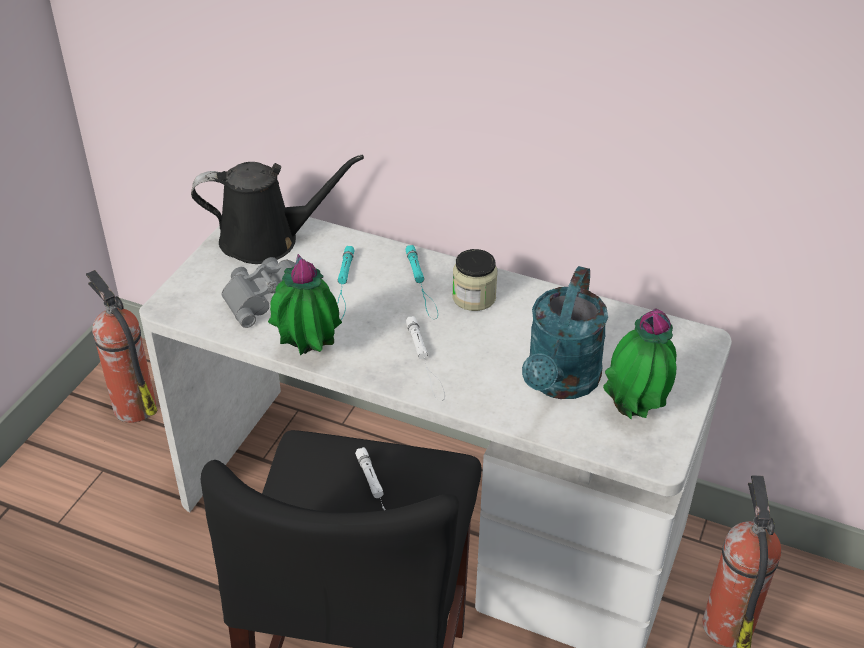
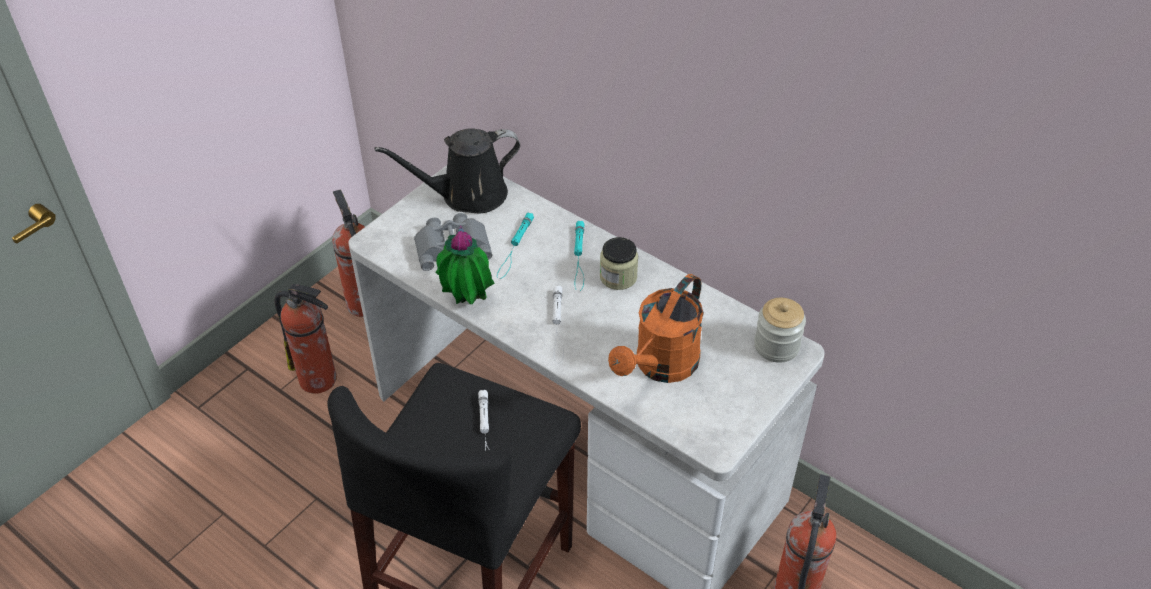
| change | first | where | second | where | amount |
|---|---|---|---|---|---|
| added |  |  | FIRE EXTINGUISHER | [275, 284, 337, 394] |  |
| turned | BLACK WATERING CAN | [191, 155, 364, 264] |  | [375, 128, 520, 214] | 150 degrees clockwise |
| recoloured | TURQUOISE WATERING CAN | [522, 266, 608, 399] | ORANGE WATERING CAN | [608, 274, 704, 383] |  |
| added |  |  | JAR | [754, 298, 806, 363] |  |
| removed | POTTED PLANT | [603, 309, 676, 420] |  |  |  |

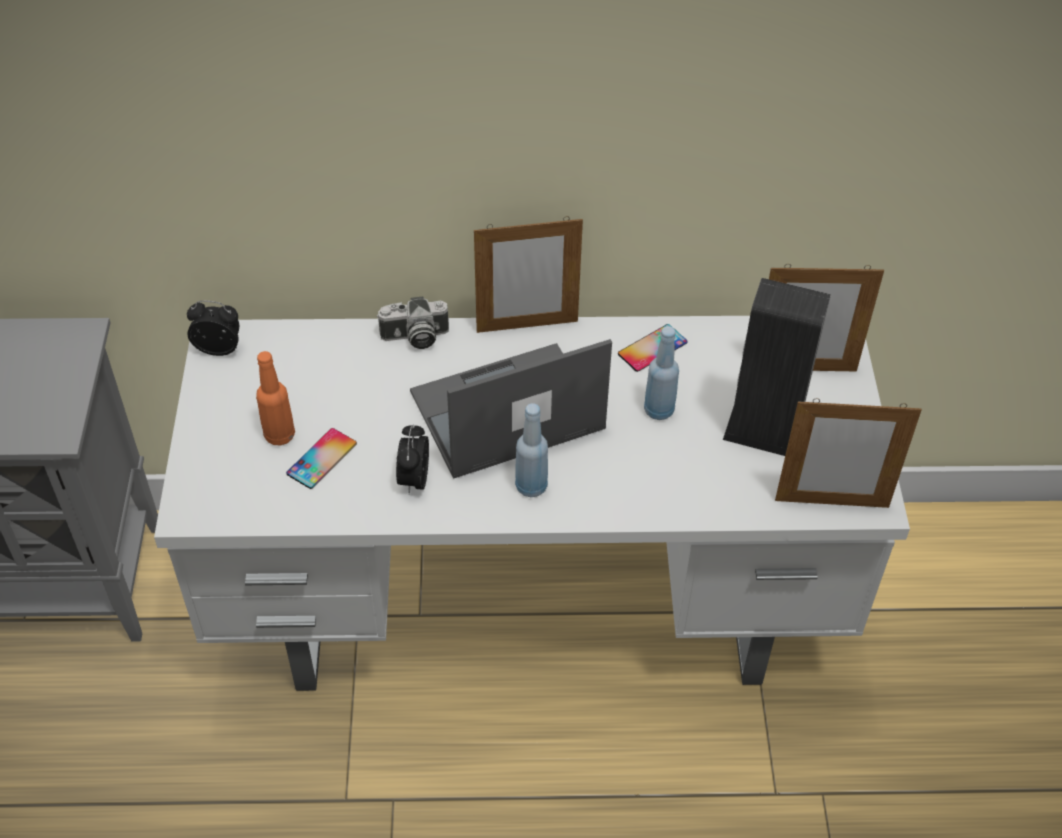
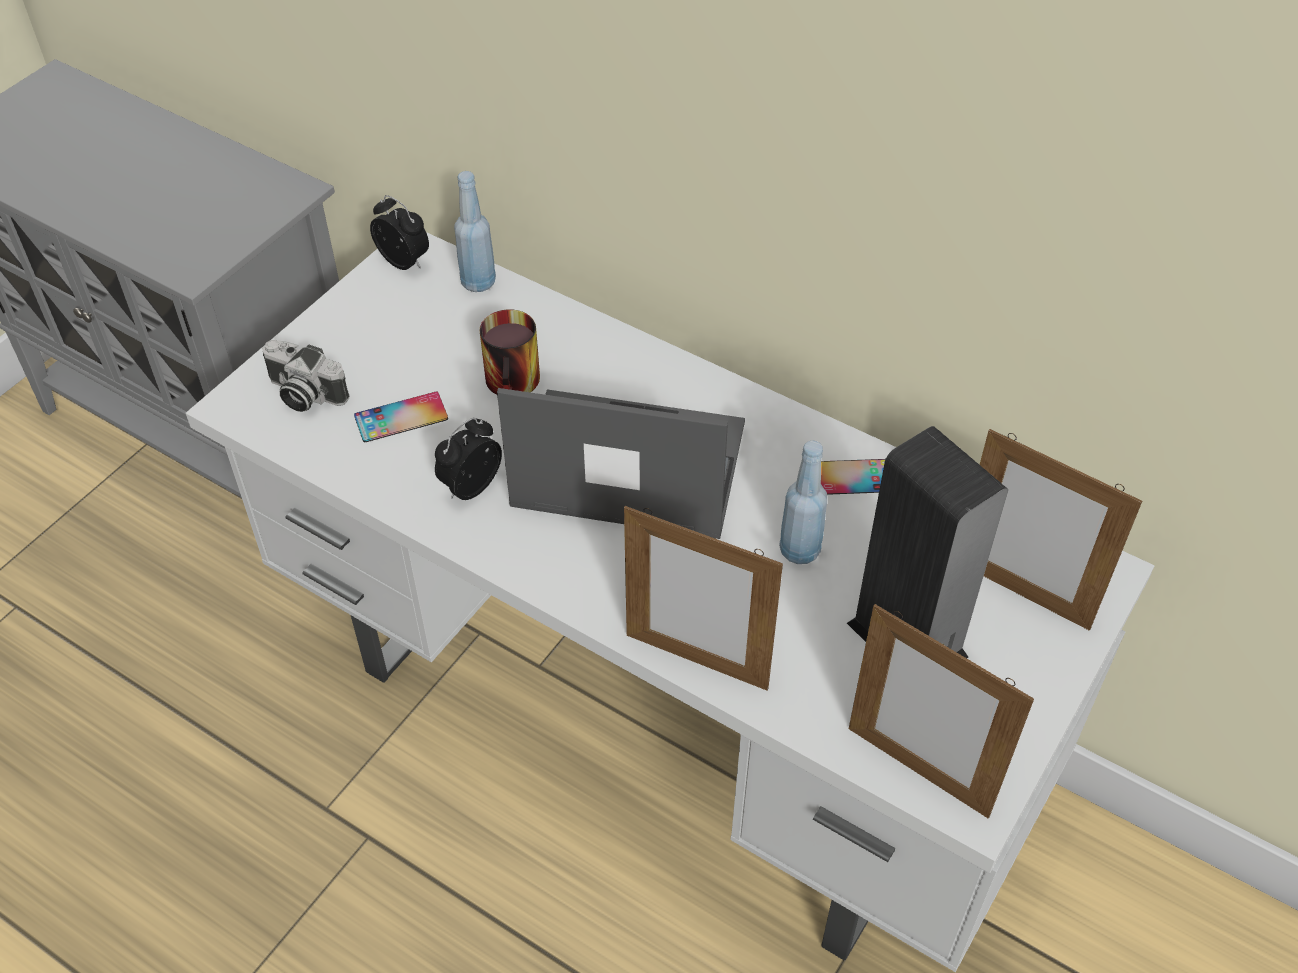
| change | first | where | second | where | amount |
|---|---|---|---|---|---|
| moved | PHOTO CAMERA | [377, 296, 449, 349] |  | [262, 340, 349, 412] |  |
| moved | BLUE BOTTLE | [515, 403, 548, 497] |  | [454, 171, 496, 292] |  |
| added |  |  | MUG | [479, 309, 540, 395] |  |
| moved | PICTURE FRAME | [474, 216, 583, 333] |  | [624, 506, 783, 691] |  |
| removed | ORANGE BOTTLE | [256, 351, 295, 445] |  |  |  |

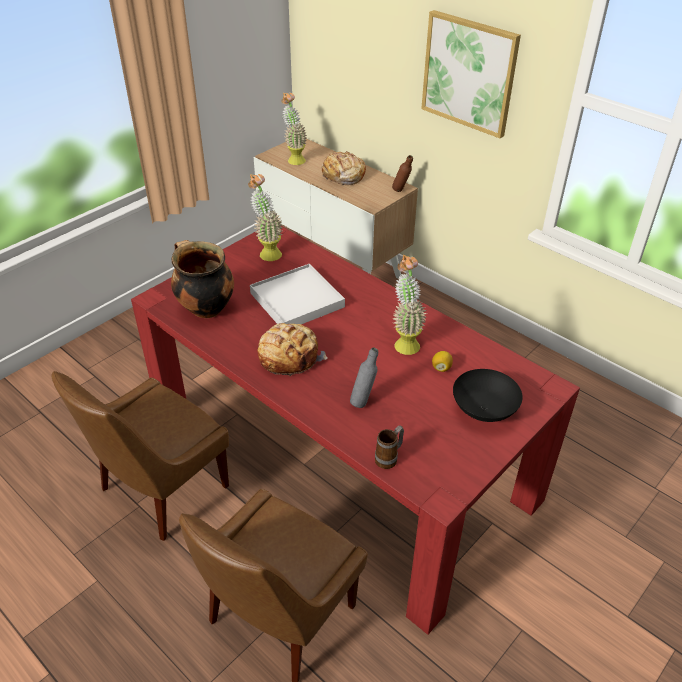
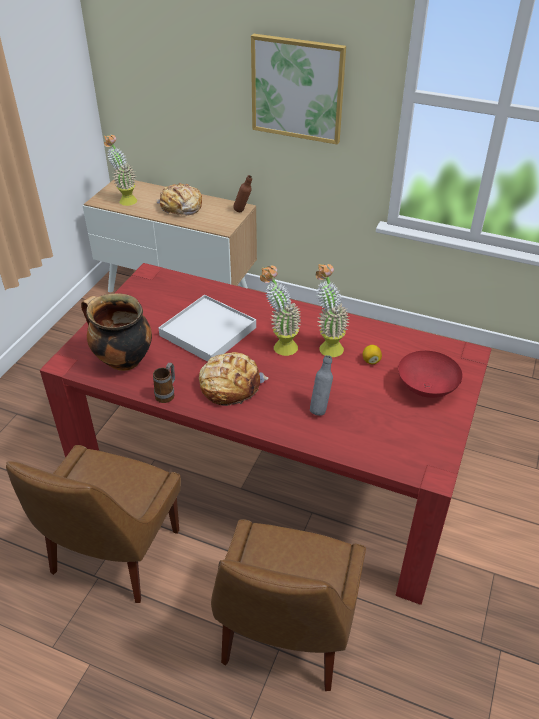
| change | first | where | second | where | amount |
|---|---|---|---|---|---|
| moved | MUG | [375, 426, 404, 469] |  | [153, 363, 175, 403] |  |
| moved | POTTED PLANT | [248, 174, 283, 261] |  | [260, 266, 301, 356] |  |
| recoloured | BLACK BOWL | [453, 369, 523, 422] | RED BOWL | [398, 350, 463, 398] |  |

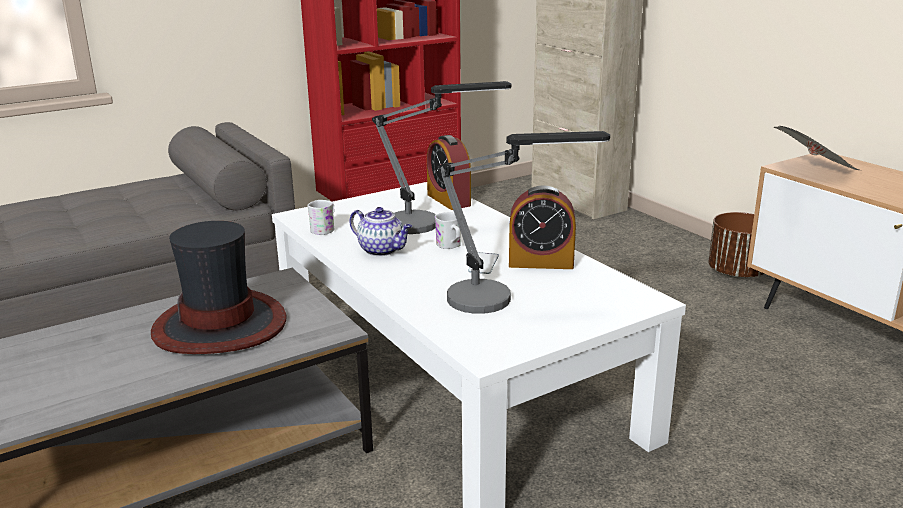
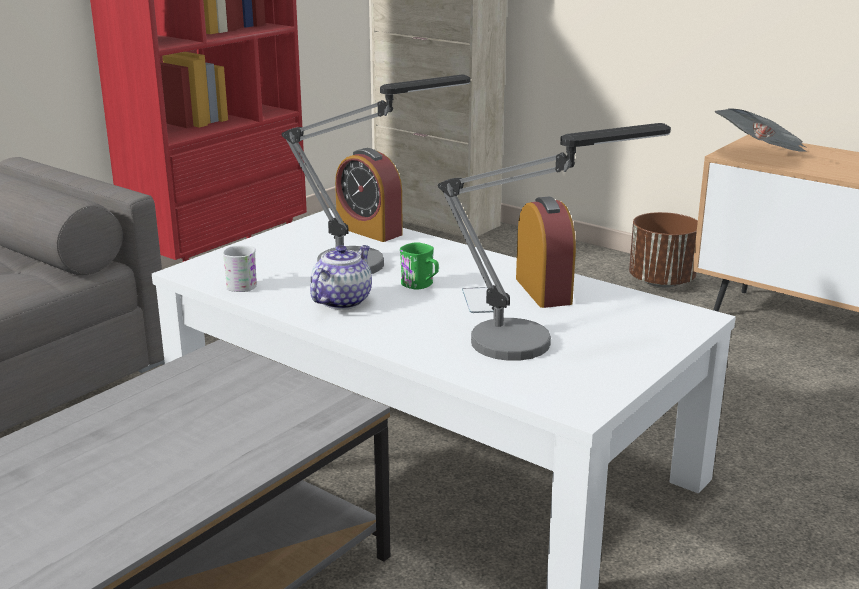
| change | first | where | second | where | amount |
|---|---|---|---|---|---|
| turned | TEAPOT | [349, 207, 412, 256] |  | [310, 245, 372, 310] | 75 degrees counterclockwise |
| recoloured | WHITE MUG | [435, 212, 461, 249] | GREEN MUG | [400, 242, 439, 290] |  |
| turned | ALARM CLOCK | [509, 185, 576, 269] |  | [516, 197, 576, 308] | 90 degrees counterclockwise |
| removed | HAT | [151, 221, 286, 354] |  |  |  |

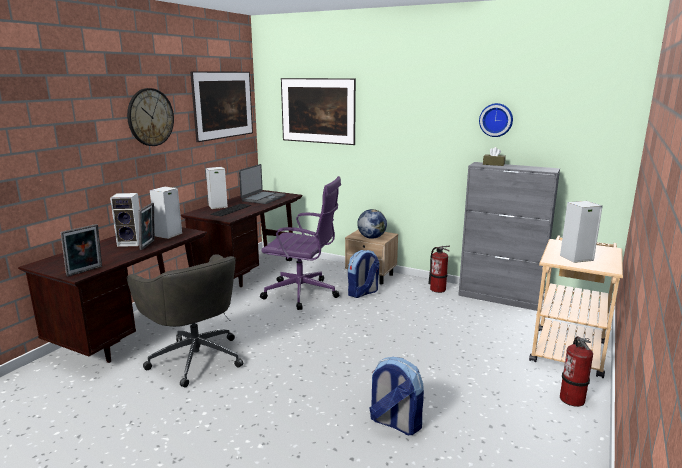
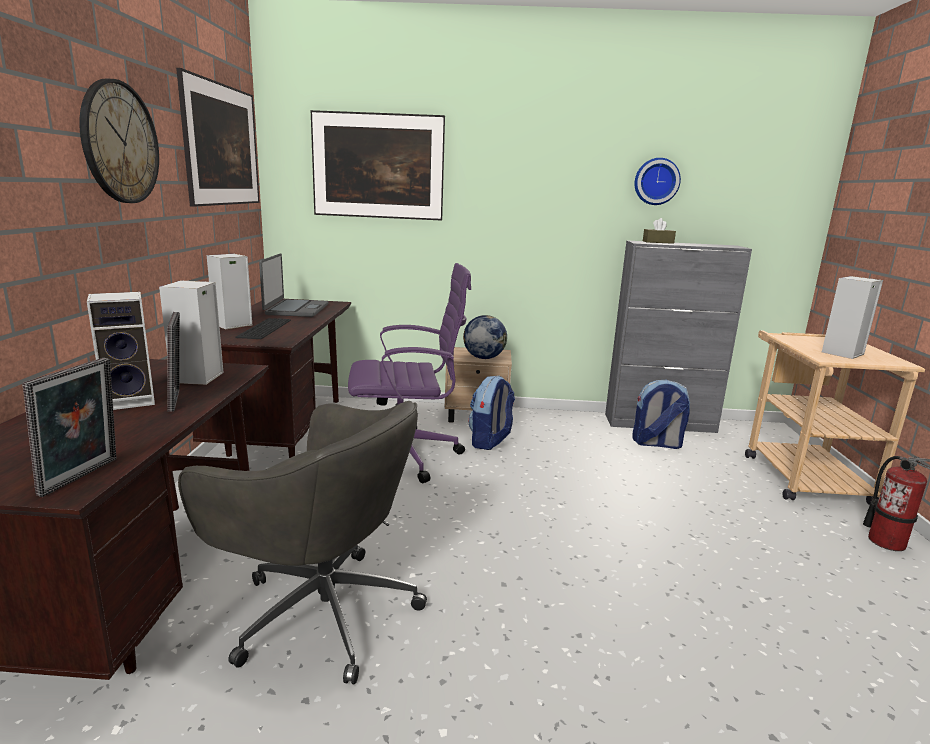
| change | first | where | second | where | amount |
|---|---|---|---|---|---|
| moved | BACKPACK | [369, 357, 424, 435] |  | [632, 380, 690, 449] |  |
| removed | FIRE EXTINGUISHER | [428, 246, 450, 293] |  |  |  |

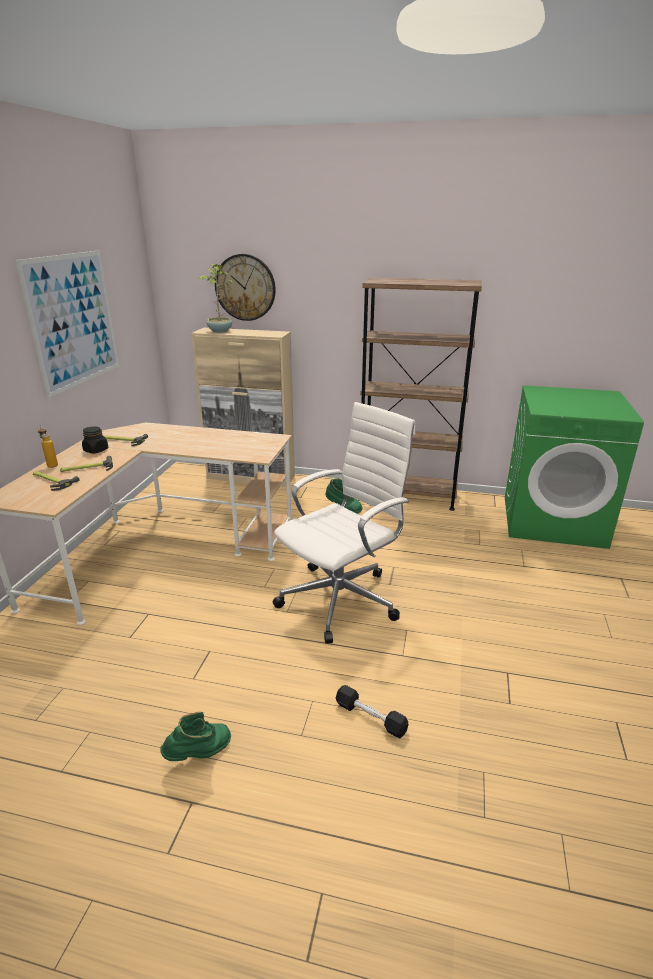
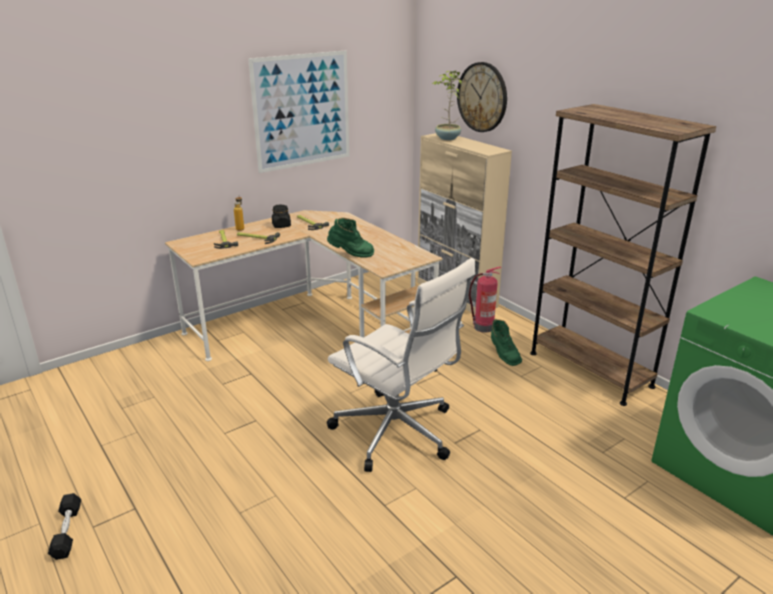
| change | first | where | second | where | amount |
|---|---|---|---|---|---|
| moved | BLACK DUMBBELL | [336, 685, 409, 738] |  | [48, 493, 81, 560] |  |
| moved | GREEN BOOT | [160, 711, 231, 761] |  | [327, 218, 374, 258] |  |
| turned | WHITE OFFICE CHAIR | [273, 402, 415, 644] |  | [327, 258, 476, 472] | 45 degrees clockwise |
| added |  |  | FIRE EXTINGUISHER | [469, 267, 501, 333] |  |

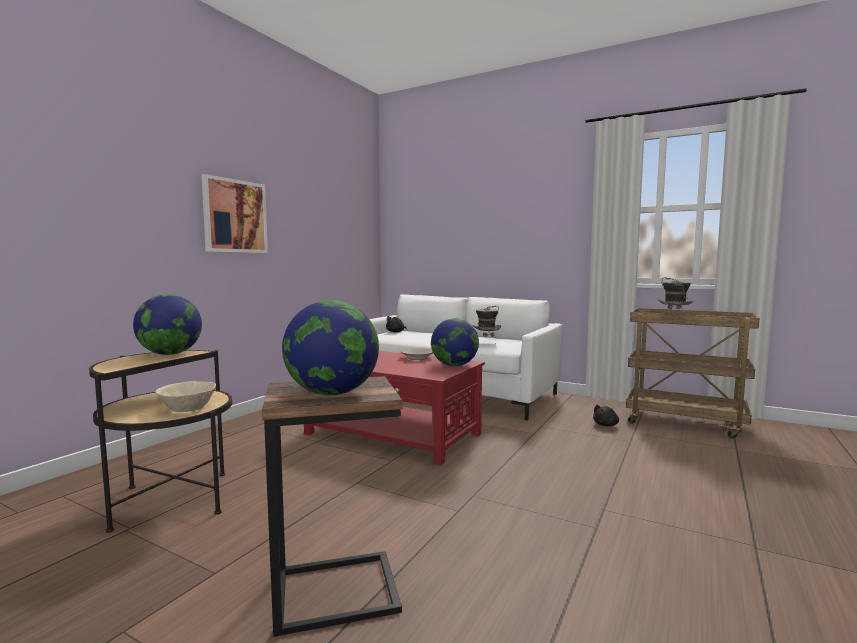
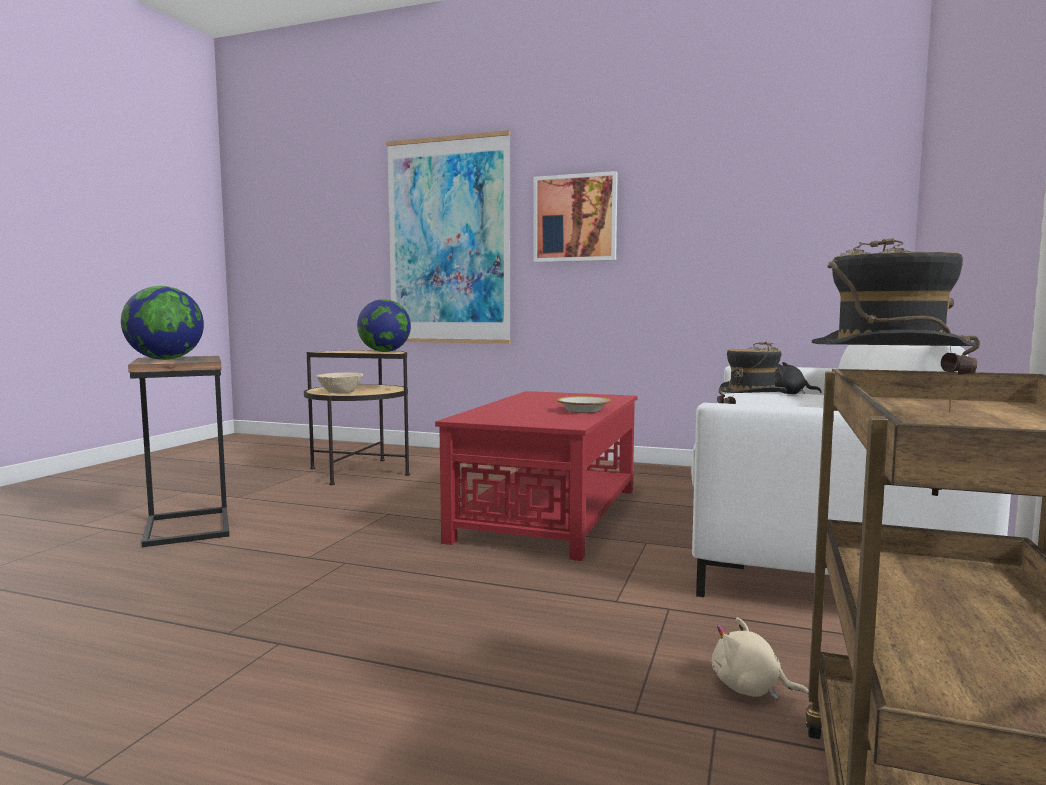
| change | first | where | second | where | amount |
|---|---|---|---|---|---|
| added |  |  | PICTURE | [386, 130, 511, 344] |  |
| recoloured | BLACK PLUSH TOY | [593, 405, 619, 426] | BEIGE PLUSH TOY | [712, 617, 809, 700] |  |
| removed | GLOBE | [431, 318, 479, 366] |  |  |  |

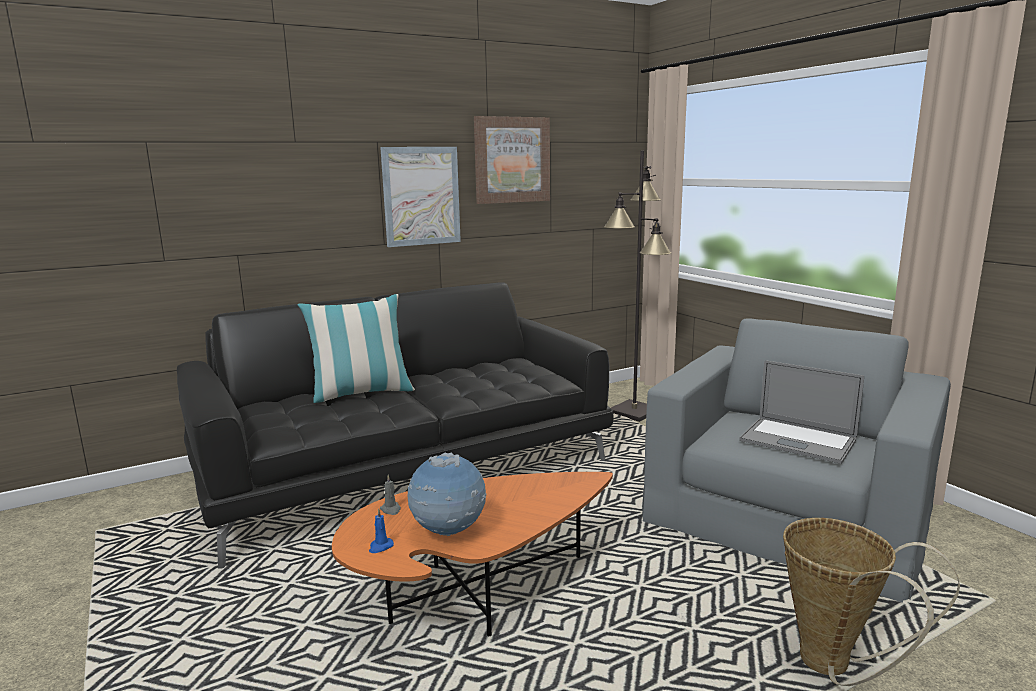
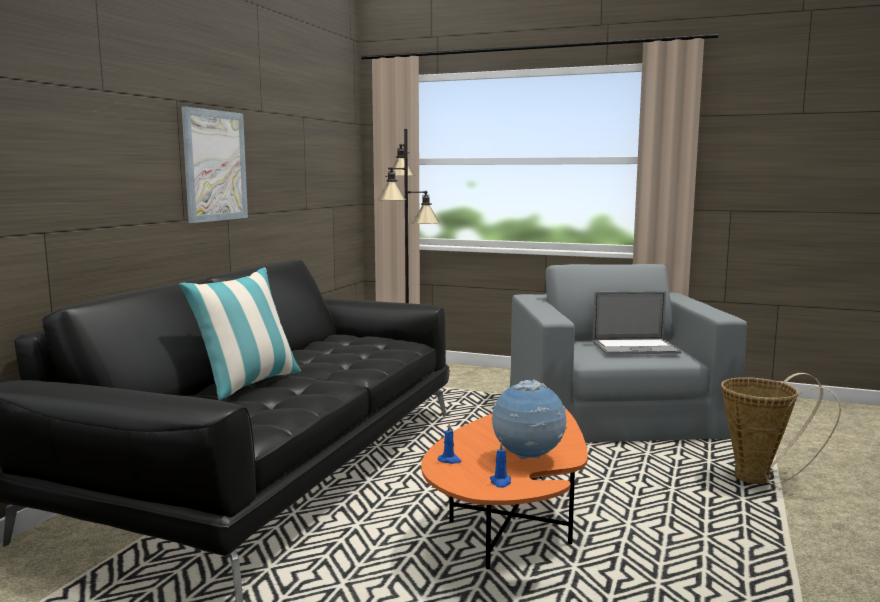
| change | first | where | second | where | amount |
|---|---|---|---|---|---|
| recoloured | GREY CANDLE | [380, 475, 401, 515] | BLUE CANDLE | [438, 424, 462, 464] |  |
| removed | PICTURE | [474, 116, 550, 204] |  |  |  |

